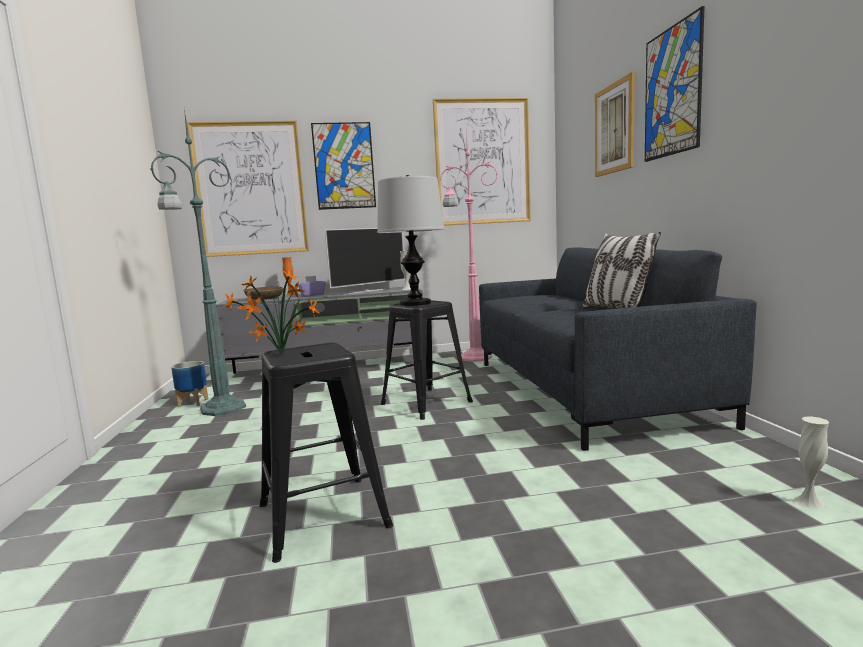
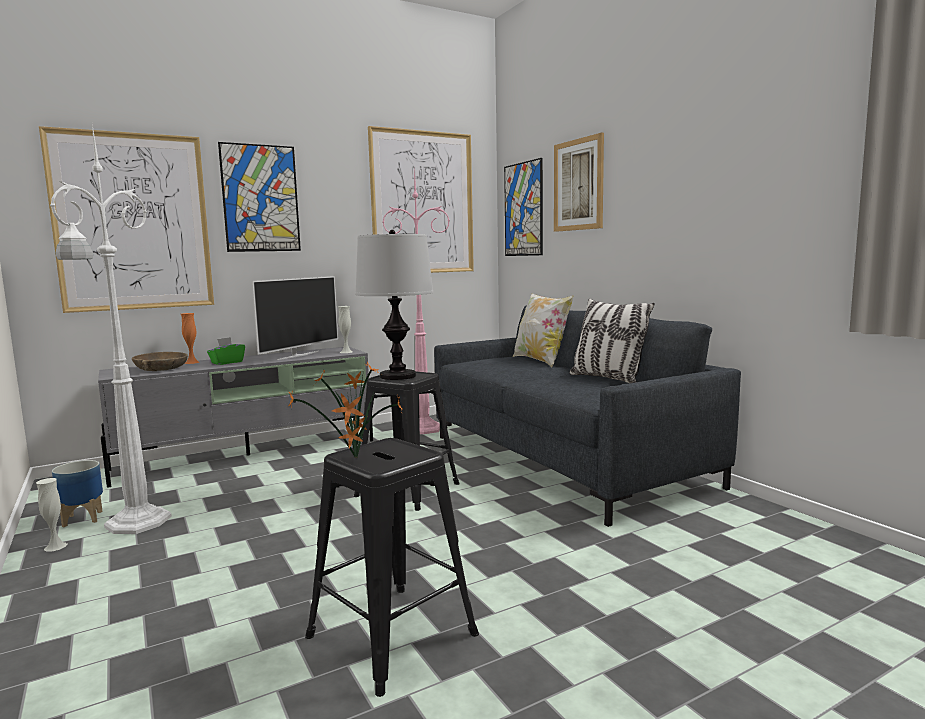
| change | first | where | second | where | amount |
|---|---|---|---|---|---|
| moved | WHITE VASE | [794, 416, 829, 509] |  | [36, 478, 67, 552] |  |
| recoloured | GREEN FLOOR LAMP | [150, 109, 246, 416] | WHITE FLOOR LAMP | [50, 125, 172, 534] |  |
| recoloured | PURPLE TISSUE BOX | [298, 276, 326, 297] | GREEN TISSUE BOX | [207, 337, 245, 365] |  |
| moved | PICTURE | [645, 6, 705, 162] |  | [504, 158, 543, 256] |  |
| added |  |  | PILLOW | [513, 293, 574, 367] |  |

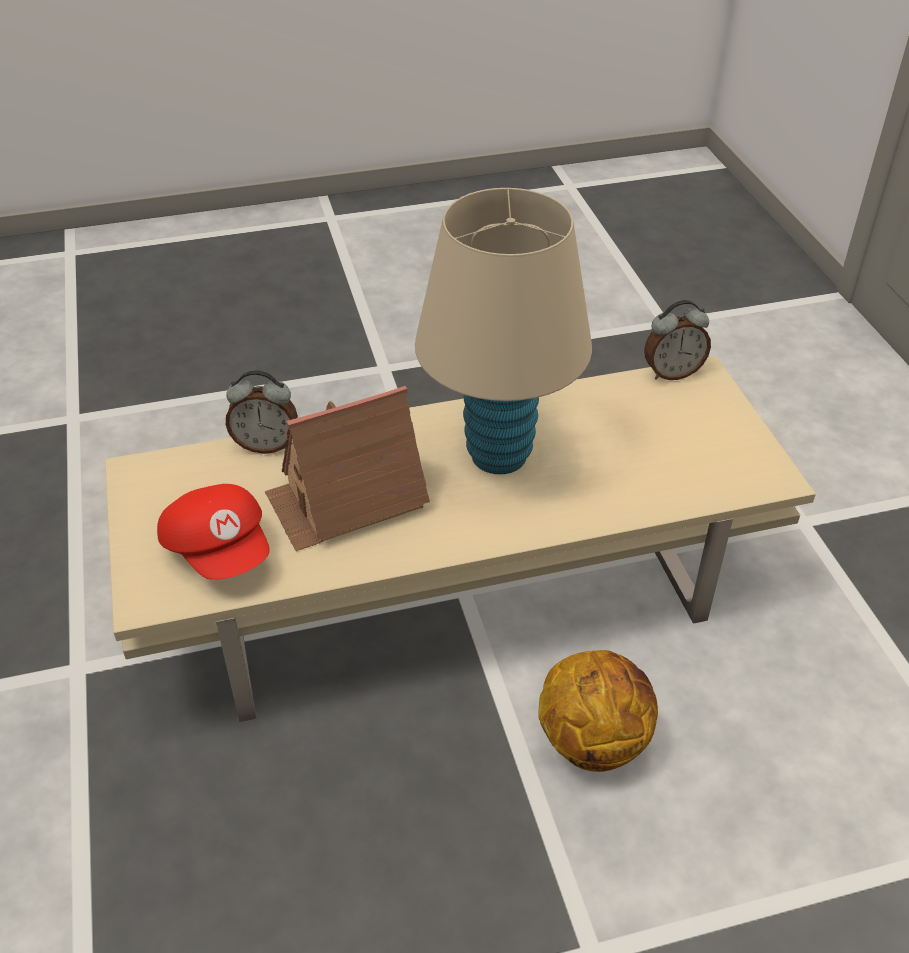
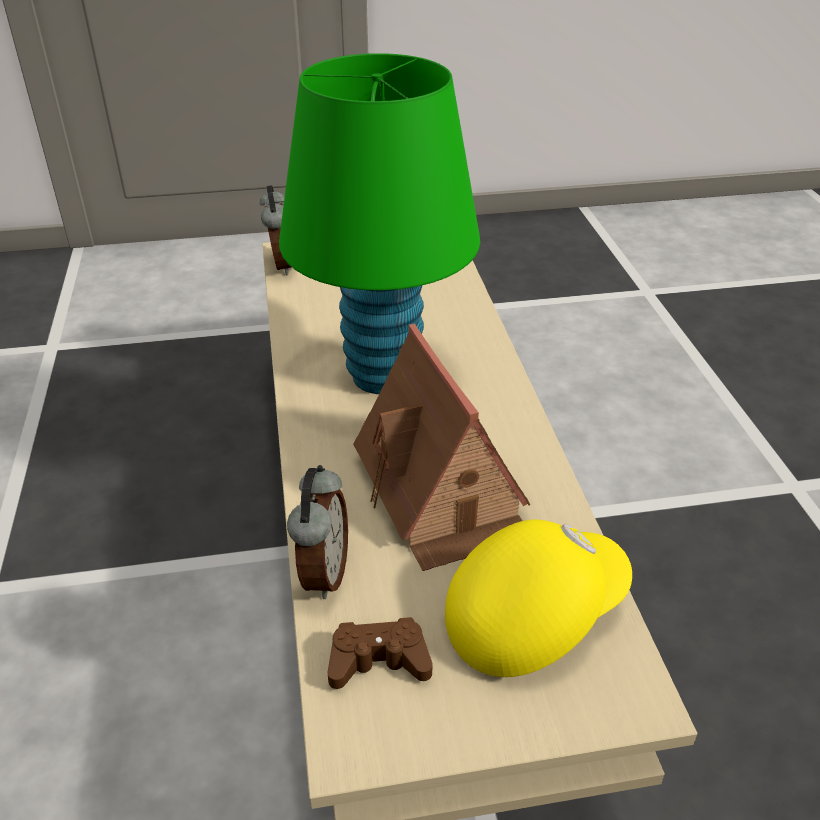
| change | first | where | second | where | amount |
|---|---|---|---|---|---|
| recoloured | BEIGE TABLE LAMP | [415, 188, 592, 474] | GREEN TABLE LAMP | [279, 53, 480, 394] |  |
| added |  |  | BROWN GAME CONTROLLER | [327, 617, 433, 689] |  |
| recoloured | RED CAP | [157, 484, 270, 580] | YELLOW CAP | [445, 520, 632, 677] |  |
| removed | BASKETBALL | [538, 650, 658, 772] |  |  |  |

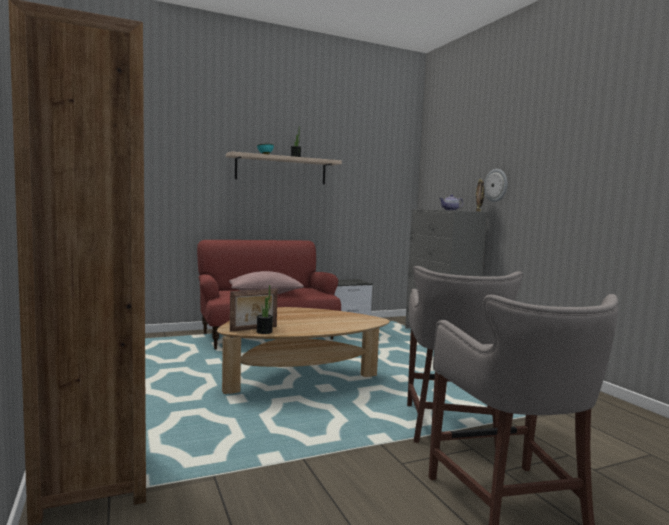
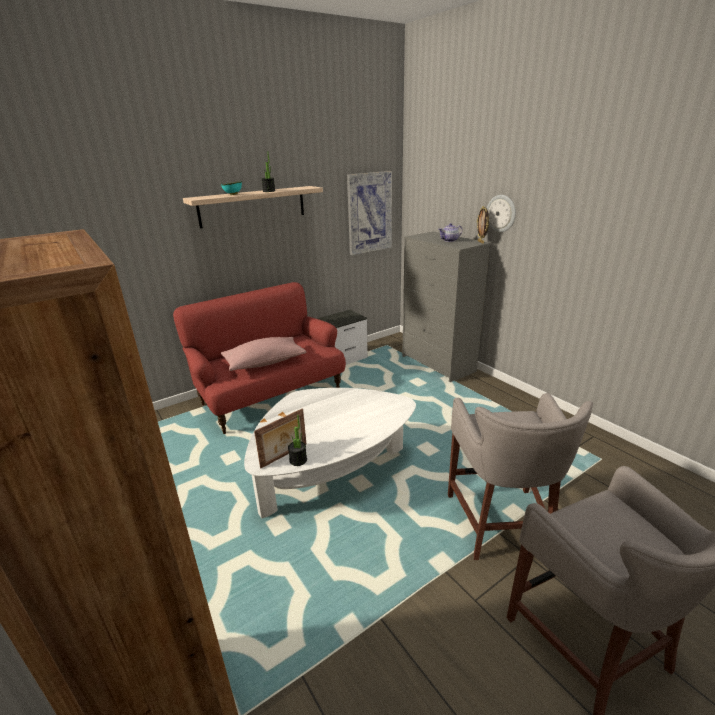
| change | first | where | second | where | amount |
|---|---|---|---|---|---|
| recoloured | BROWN COFFEE TABLE | [217, 307, 390, 394] | WHITE COFFEE TABLE | [244, 388, 416, 519] |  |
| added |  |  | PICTURE | [347, 171, 392, 255] |  |

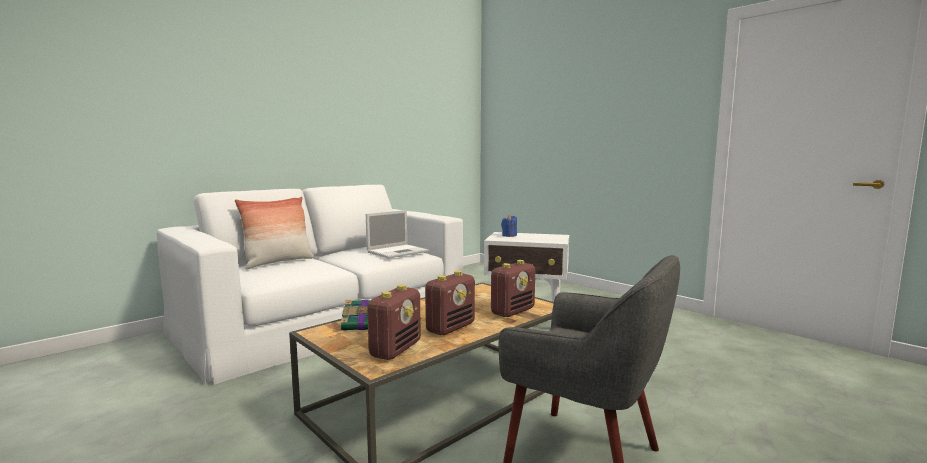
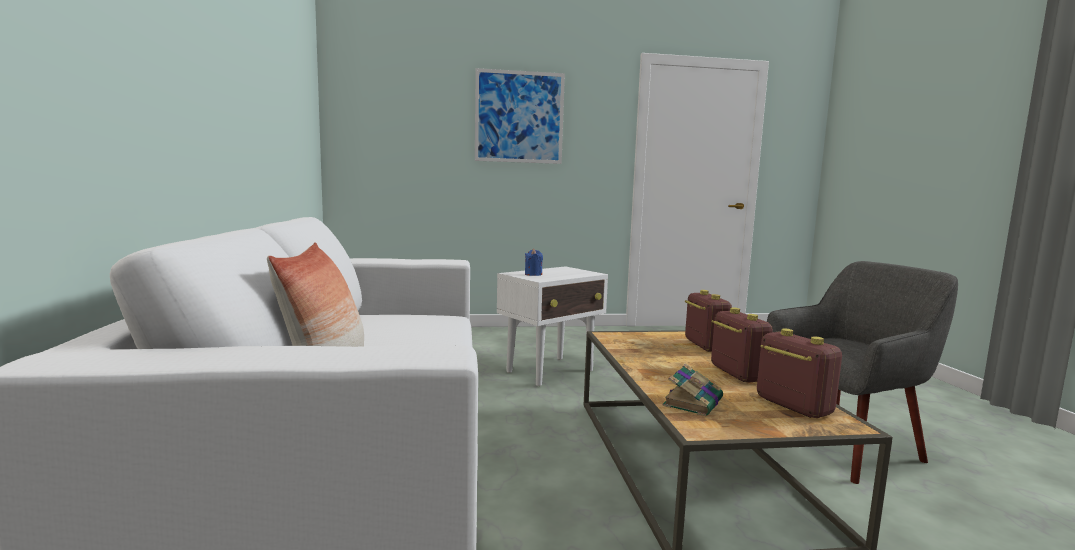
| change | first | where | second | where | amount |
|---|---|---|---|---|---|
| added |  |  | PICTURE | [475, 68, 565, 164] |  |
| removed | LAPTOP | [366, 210, 429, 258] |  |  |  |

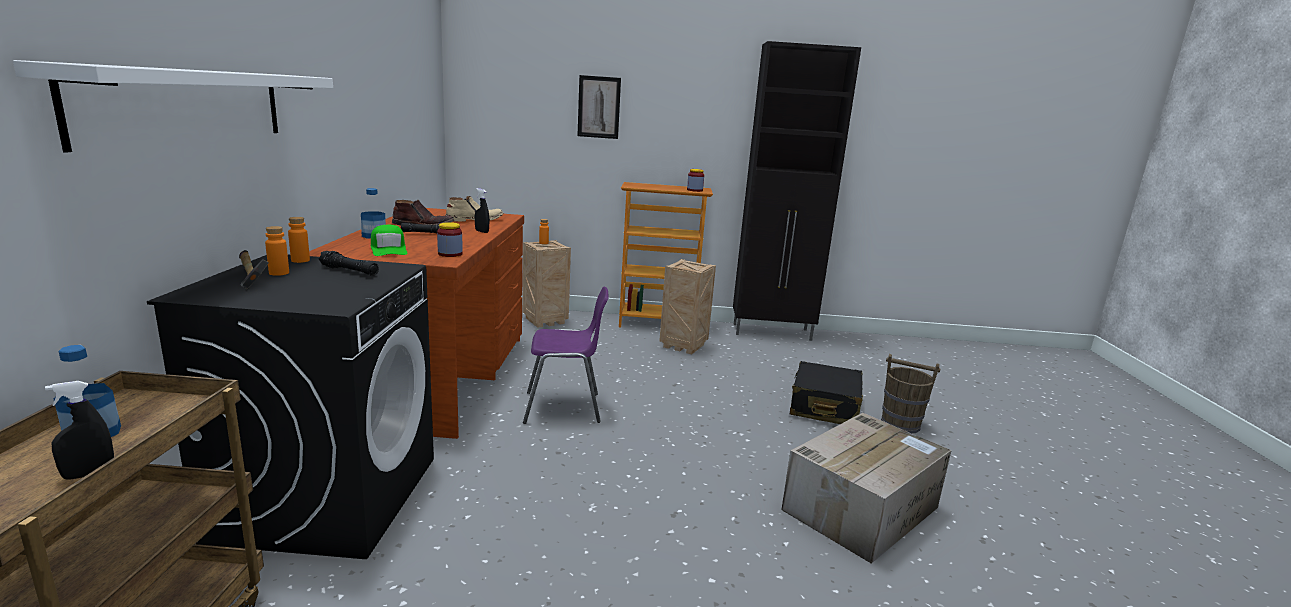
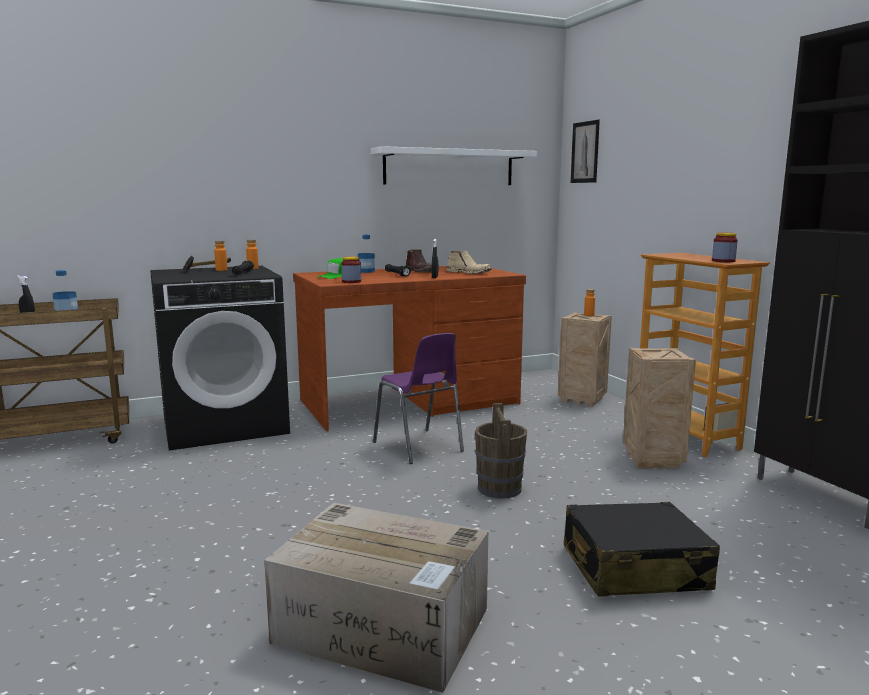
| change | first | where | second | where | amount |
|---|---|---|---|---|---|
| moved | WHITE SHELF | [13, 60, 333, 153] |  | [370, 146, 537, 185] |  |
| moved | BROWN BUCKET | [881, 354, 940, 433] |  | [475, 403, 527, 498] |  |
| moved | PICTURE | [577, 75, 621, 139] |  | [571, 120, 600, 183] |  |

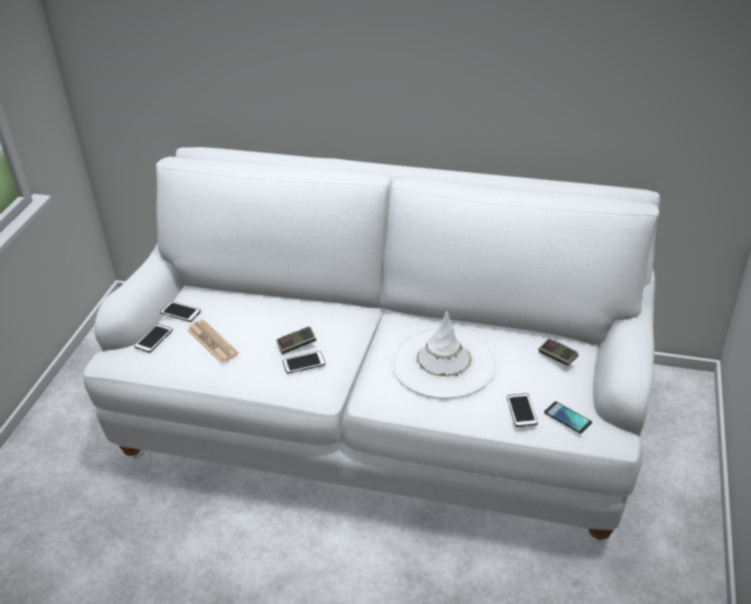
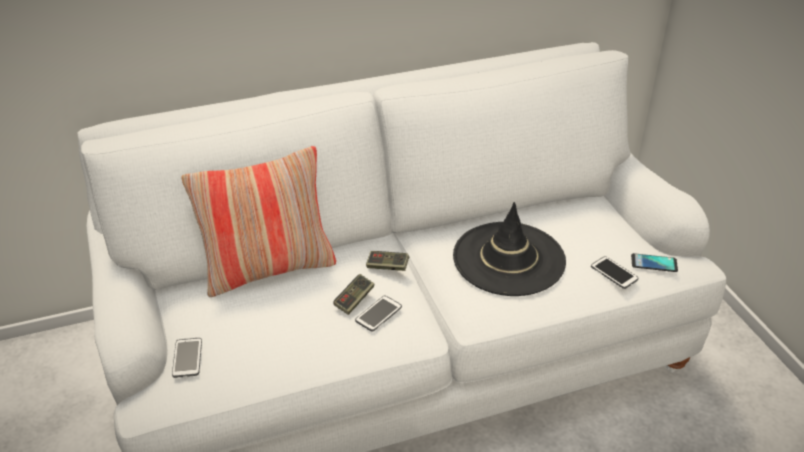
| change | first | where | second | where | amount |
|---|---|---|---|---|---|
| added |  |  | PILLOW | [182, 146, 336, 297] |  |
| moved | GAME CONTROLLER | [538, 339, 578, 366] |  | [366, 251, 409, 271] |  |
| recoloured | WHITE HAT | [391, 311, 497, 399] | BLACK HAT | [453, 202, 566, 296] |  |
| removed | PHONE | [160, 301, 201, 322] |  |  |  |
| removed | NEWSPAPER | [188, 320, 239, 364] |  |  |  |

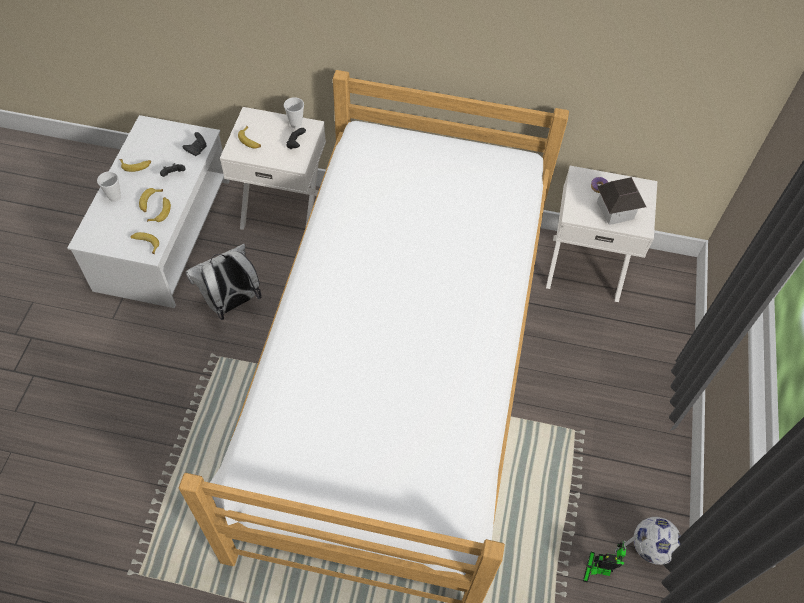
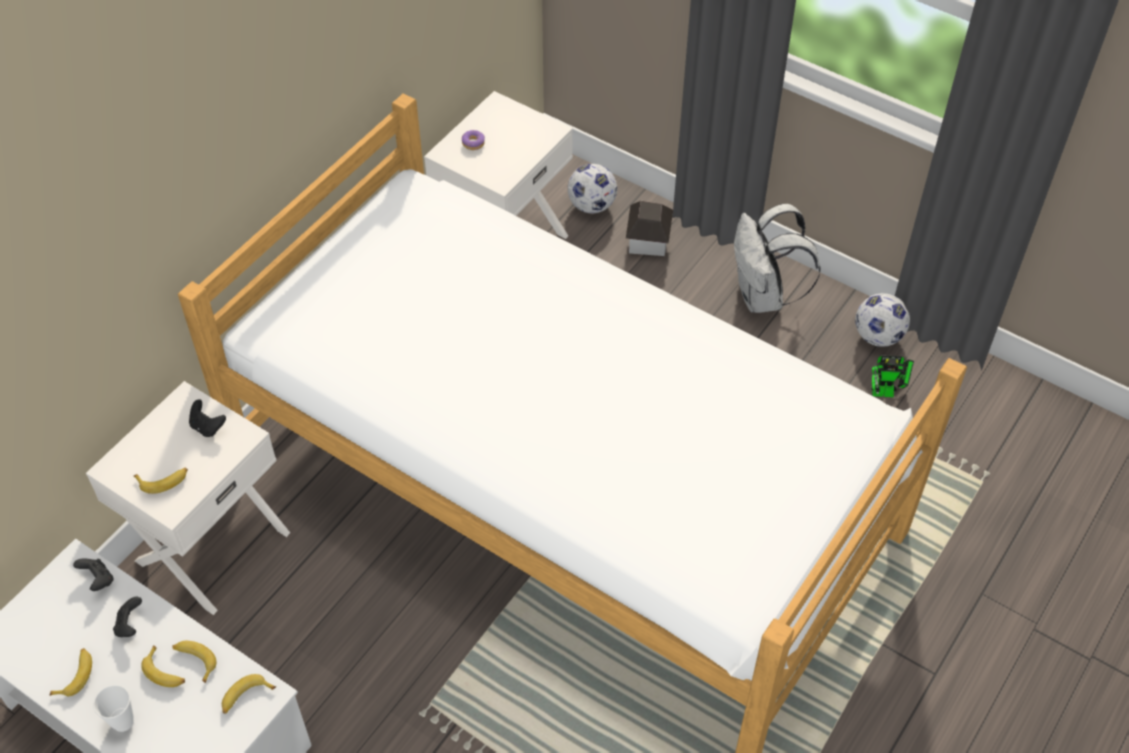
| change | first | where | second | where | amount |
|---|---|---|---|---|---|
| added |  |  | FOOTBALL | [568, 164, 617, 213] |  |
| moved | TOY HOUSE | [597, 177, 646, 225] |  | [626, 201, 673, 256] |  |
| moved | WHITE BACKPACK | [186, 244, 262, 320] |  | [734, 204, 821, 313] |  |
| turned | TOY ROBOT | [583, 535, 638, 583] |  | [871, 355, 914, 397] | 120 degrees counterclockwise |
| removed | CUP | [284, 97, 304, 128] |  |  |  |

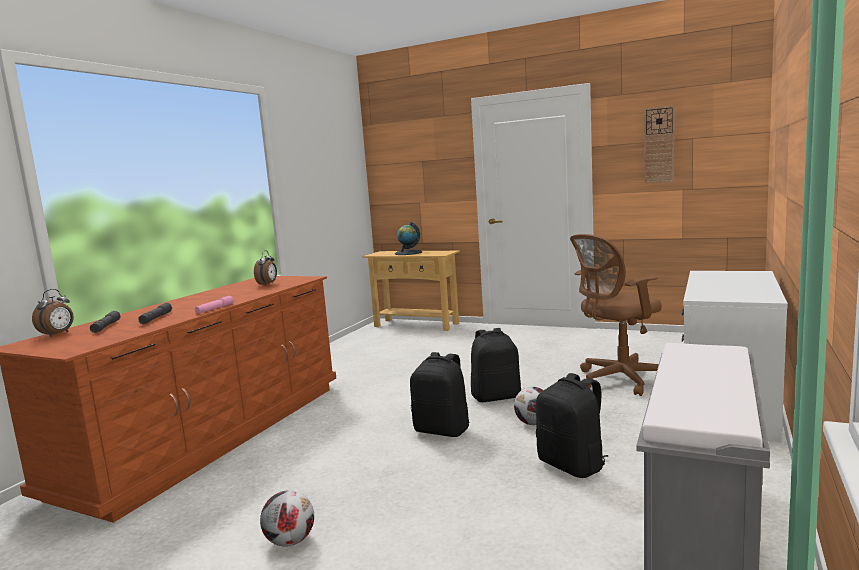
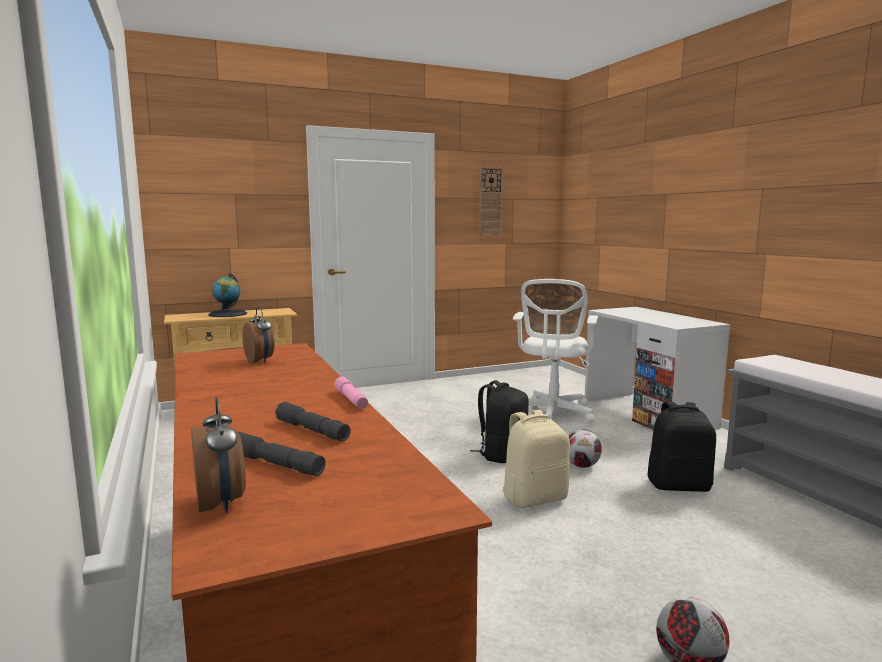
| change | first | where | second | where | amount |
|---|---|---|---|---|---|
| recoloured | BLACK BACKPACK | [410, 352, 469, 437] | BEIGE BACKPACK | [503, 410, 570, 508] |  |
| recoloured | BROWN OFFICE CHAIR | [570, 234, 662, 396] | WHITE OFFICE CHAIR | [513, 279, 598, 423] |  |

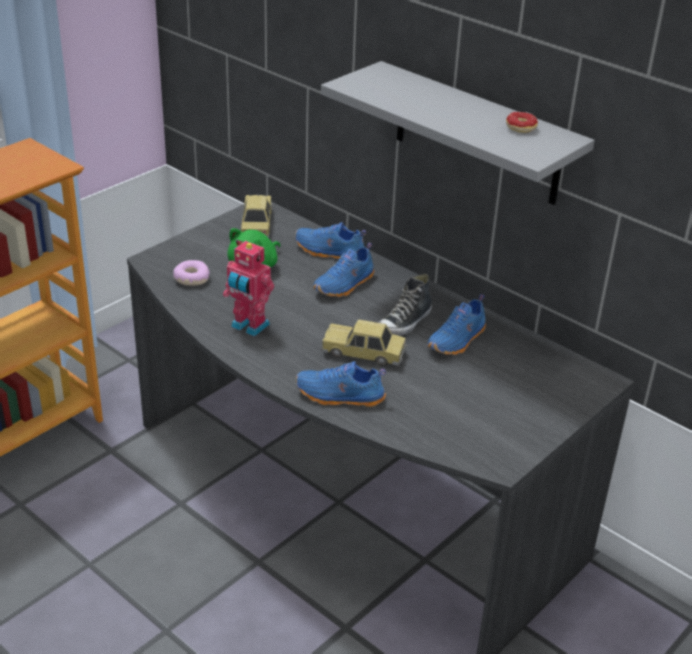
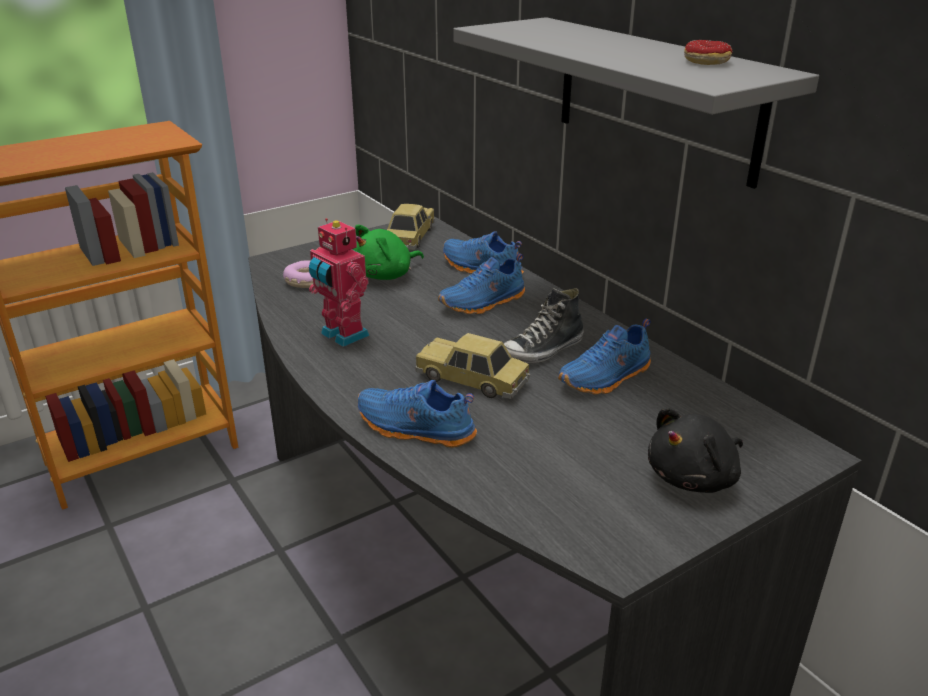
| change | first | where | second | where | amount |
|---|---|---|---|---|---|
| added |  |  | BLACK PLUSH TOY | [648, 408, 743, 493] |  |

